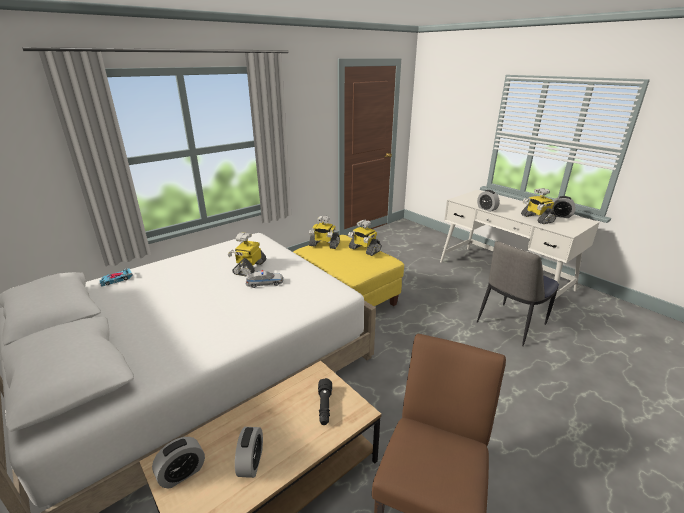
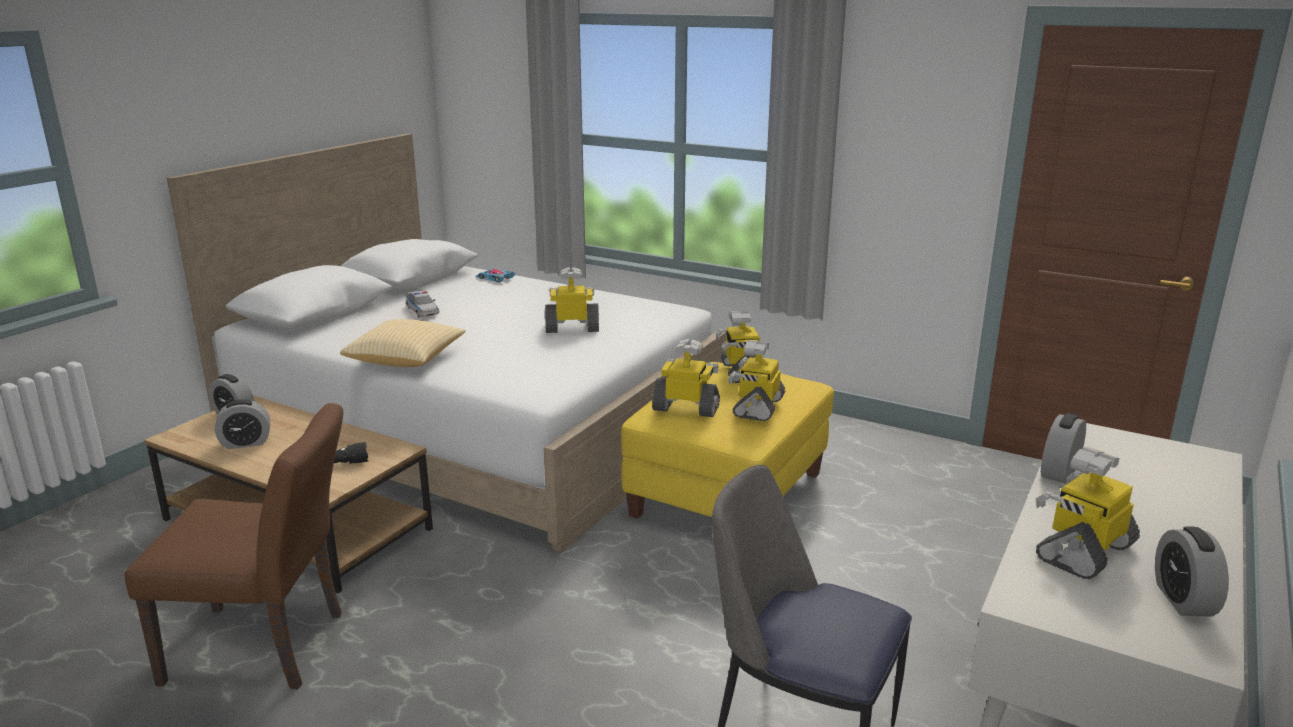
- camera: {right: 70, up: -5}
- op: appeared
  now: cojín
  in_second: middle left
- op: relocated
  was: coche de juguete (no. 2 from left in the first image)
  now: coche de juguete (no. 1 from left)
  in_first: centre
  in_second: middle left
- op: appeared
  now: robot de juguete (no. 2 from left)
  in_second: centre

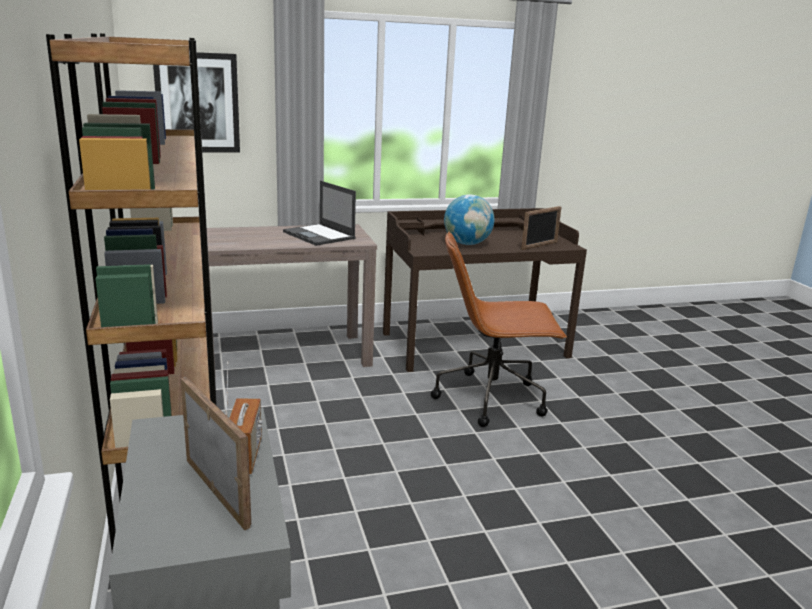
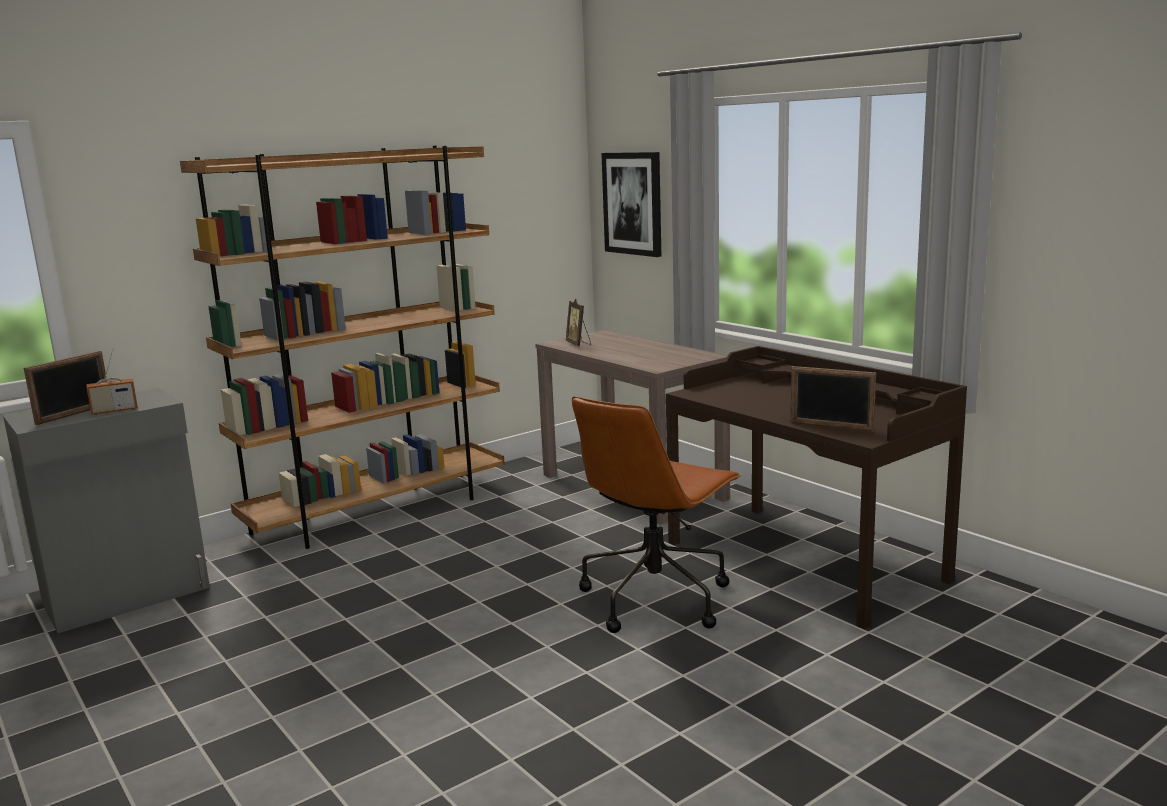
- camera: {right: 70, up: -5}
- op: appeared
  now: portarretratos (no. 2 from left)
  in_second: centre
- op: spun
  was: silla de oficina (marrón)
  in_first: centre
  in_second: centre
  clockwise: -120
- op: missing
  was: portátil
  in_first: centre
- op: missing
  was: globo terráqueo
  in_first: centre

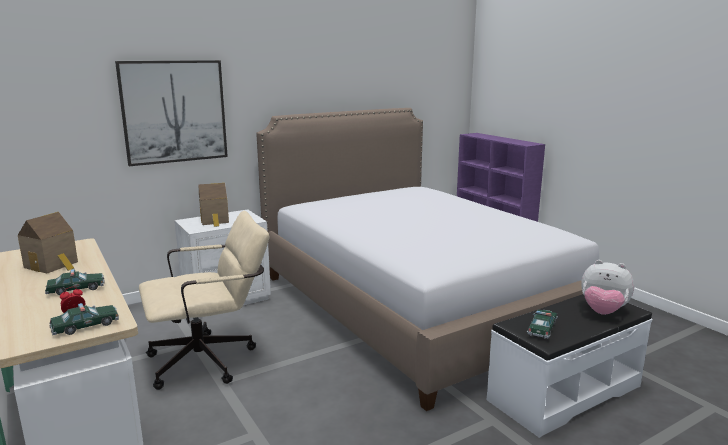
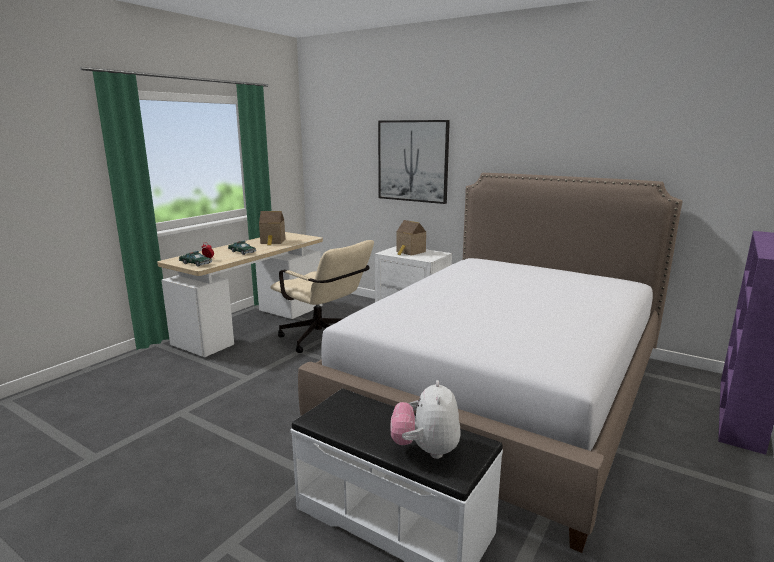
- camera: {right: 65, up: 0}
- op: missing
  was: coche de juguete (no. 3 from left)
  in_first: bottom right

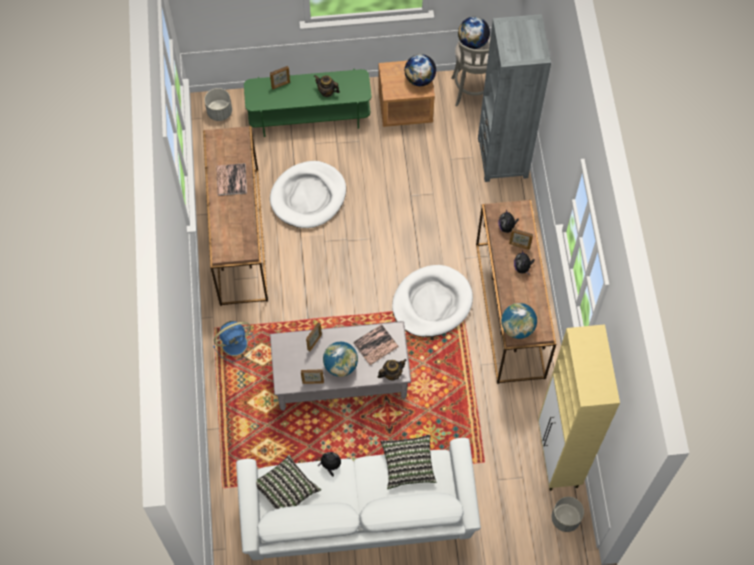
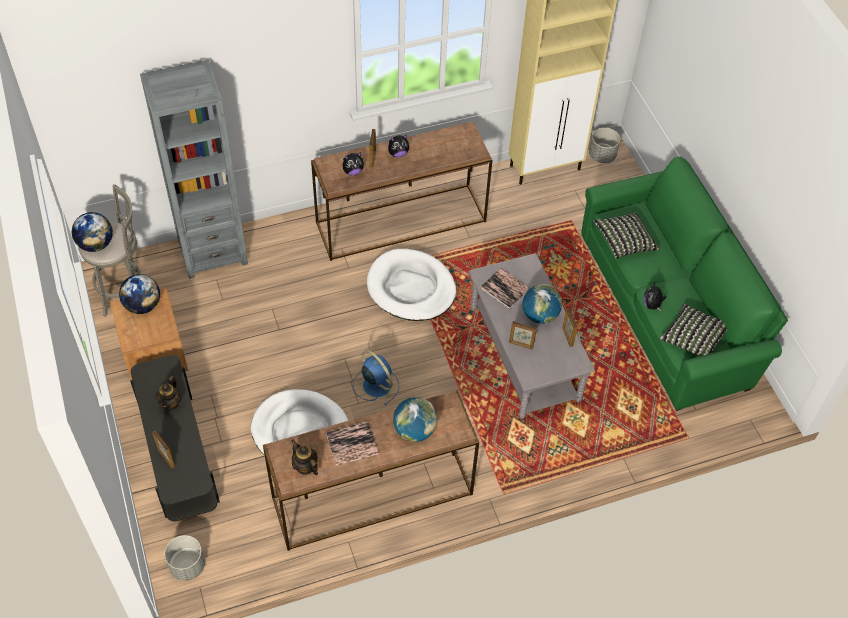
- camera: {right: -105, up: -10}
- op: colour
  was: mueble de televisión (verde)
  now: mueble de televisión (gris)
  in_first: top centre
  in_second: bottom left
- op: relocated
  was: tetera (no. 2 from left)
  in_first: centre
  in_second: bottom centre
- op: relocated
  was: ventilador (azul)
  in_first: middle left
  in_second: centre
- op: relocated
  was: globo terráqueo (no. 4 from left in the first image)
  now: globo terráqueo (no. 3 from left)
  in_first: middle right
  in_second: bottom centre
- op: colour
  was: sofá (blanco)
  now: sofá (verde)
  in_first: bottom centre
  in_second: middle right

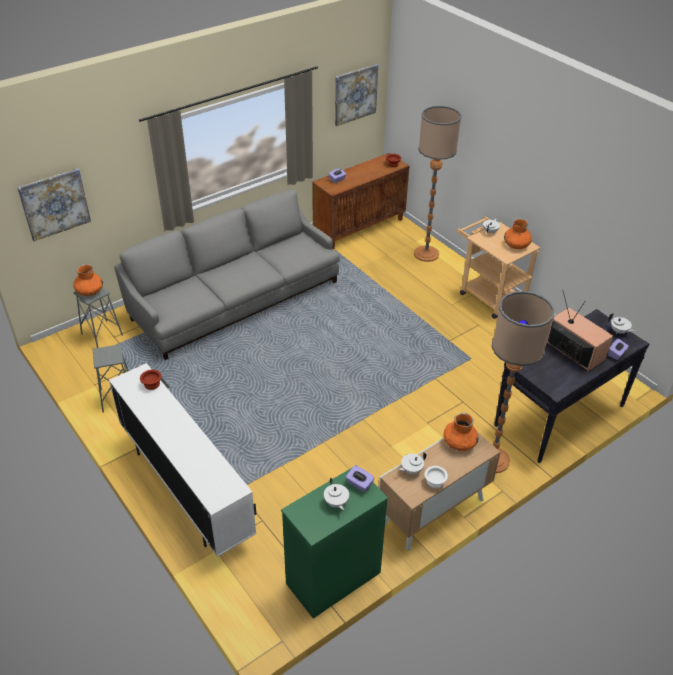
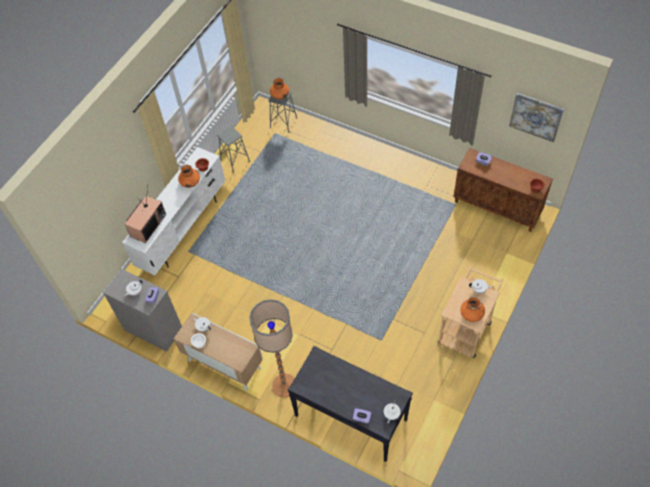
- camera: {right: 70, up: 15}
- op: colour
  was: cómoda (verde)
  now: cómoda (gris)
  in_first: bottom centre
  in_second: middle left
- op: relocated
  was: televisor
  in_first: middle right
  in_second: middle left
- op: relocated
  was: florero (naranja) (no. 2 from left in the first image)
  now: florero (naranja) (no. 1 from left)
  in_first: middle right
  in_second: middle left
- op: missing
  was: cuadro (no. 1 from left)
  in_first: top left
- op: missing
  was: sofá (gris)
  in_first: centre
- op: missing
  was: lámpara de pie (no. 1 from left)
  in_first: top centre

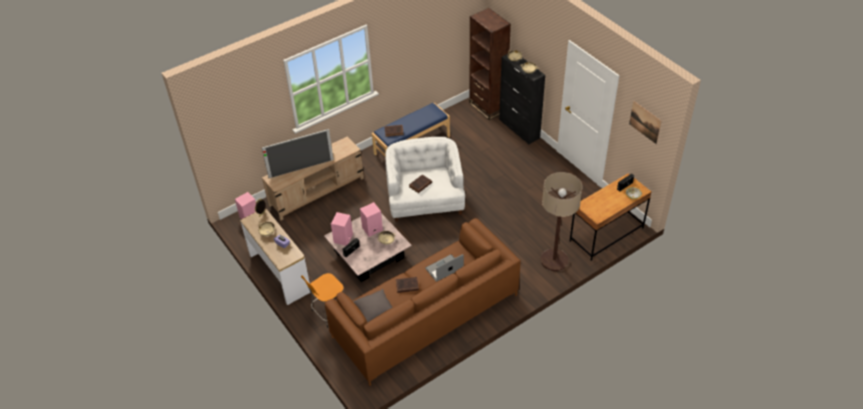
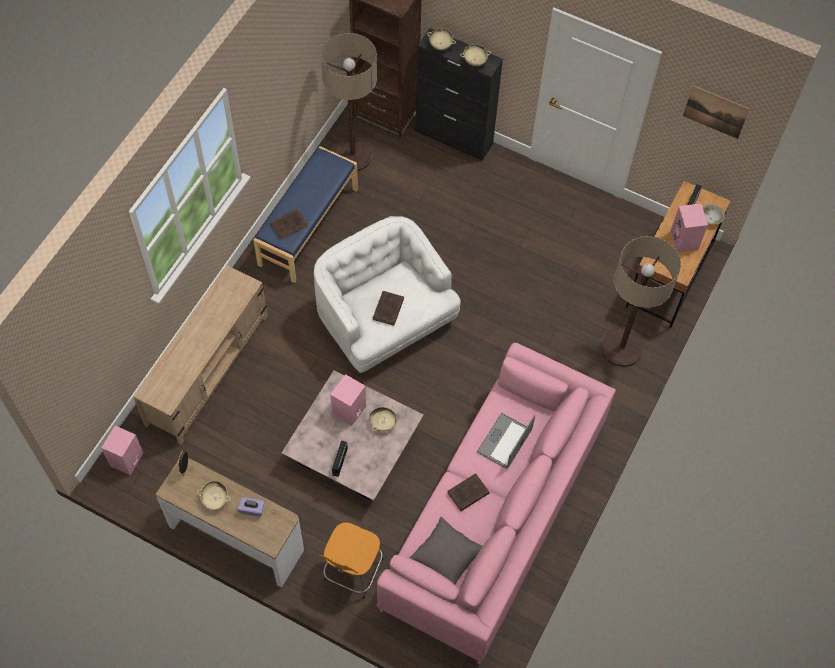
- camera: {right: -30, up: 15}
- op: appeared
  now: lámpara de pie (no. 1 from left)
  in_second: top centre
- op: colour
  was: sofá (marrón)
  now: sofá (rosa)
  in_first: bottom centre
  in_second: bottom centre
- op: relocated
  was: altavoz (rosa) (no. 2 from left in the first image)
  now: altavoz (rosa) (no. 3 from left)
  in_first: centre
  in_second: middle right
- op: missing
  was: televisor
  in_first: centre

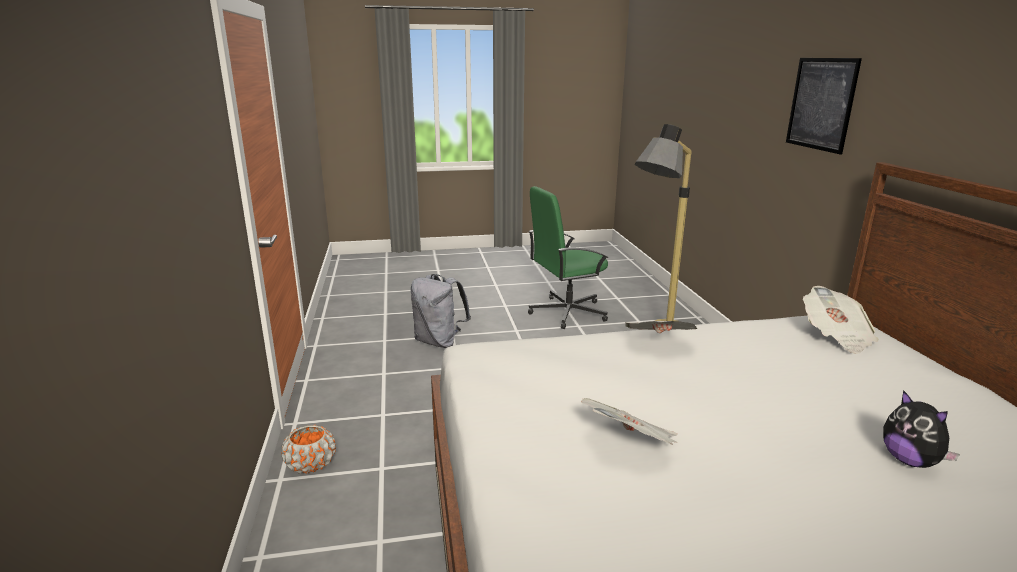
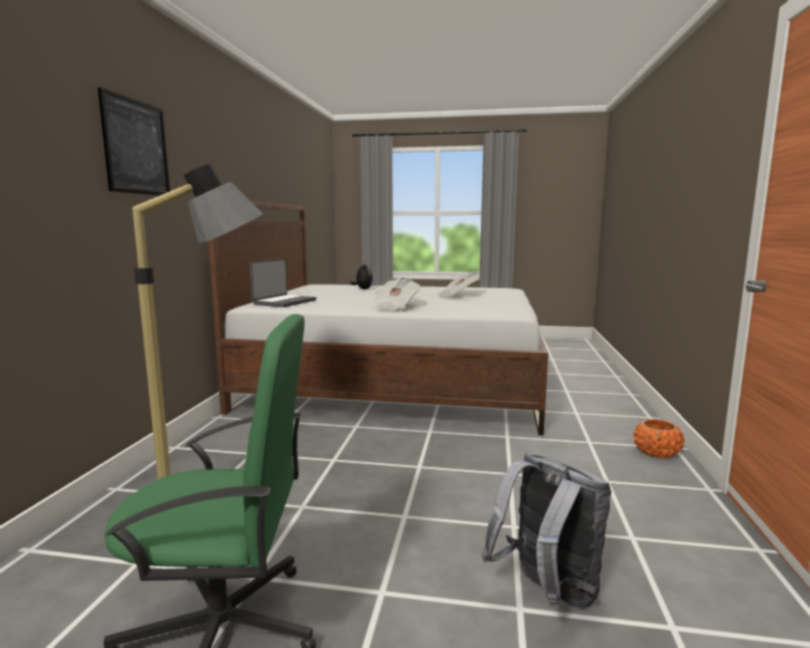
- camera: {right: -160, up: -10}
- op: exchanged
  was: periódico (no. 3 from left)
  now: portátil
  in_first: middle right
  in_second: centre

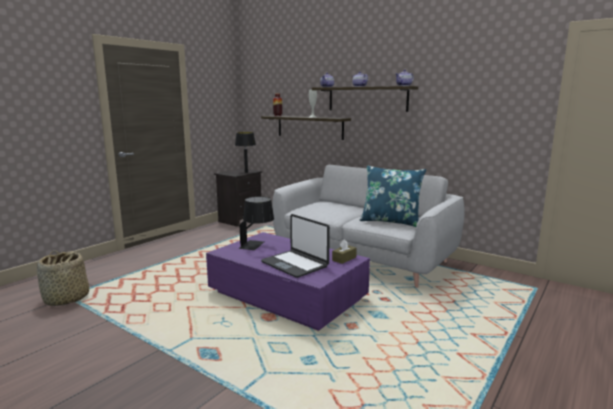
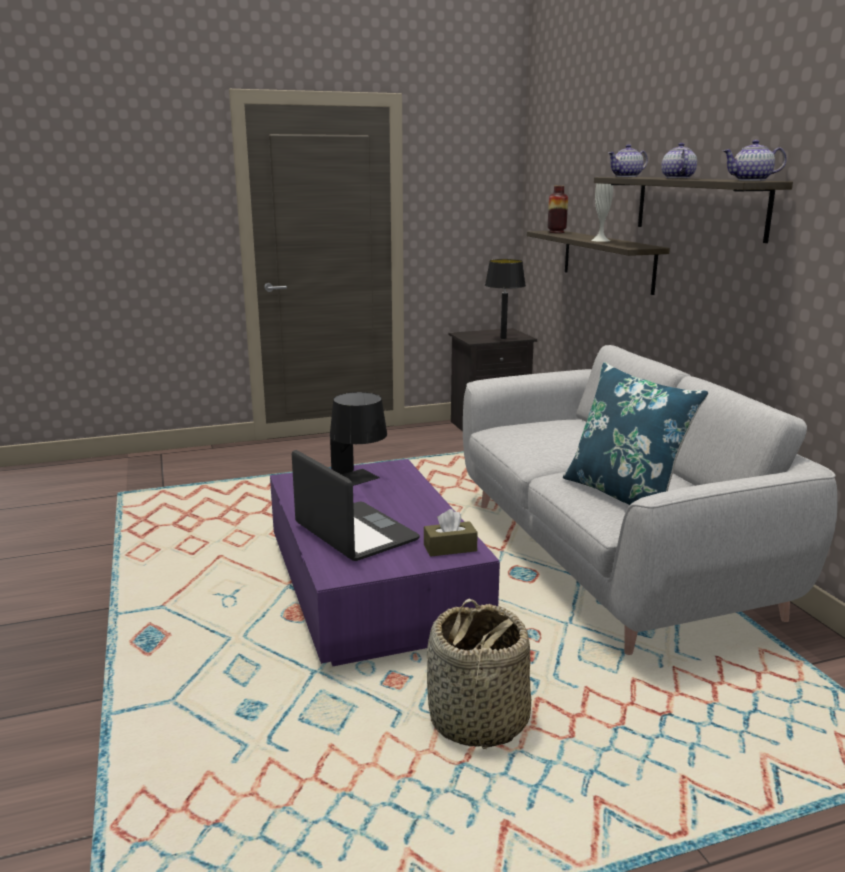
- camera: {right: 35, up: 5}
- op: spun
  was: portátil
  in_first: centre
  in_second: centre
  clockwise: 150
- op: relocated
  was: cesta
  in_first: bottom left
  in_second: bottom centre

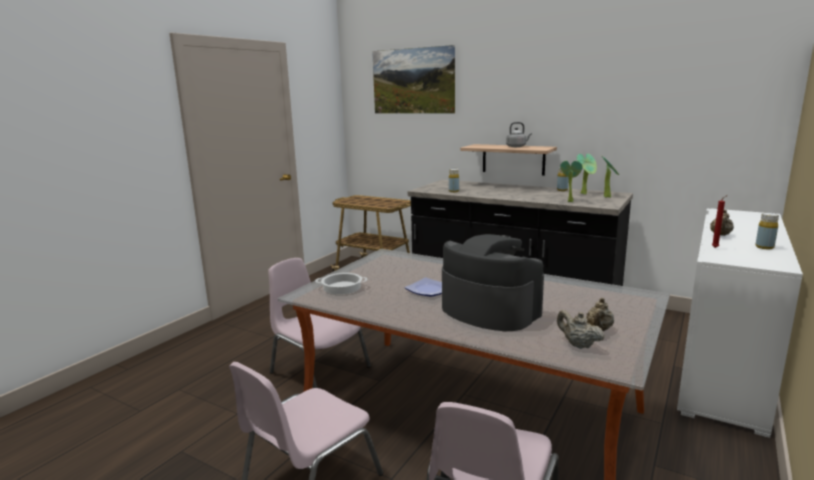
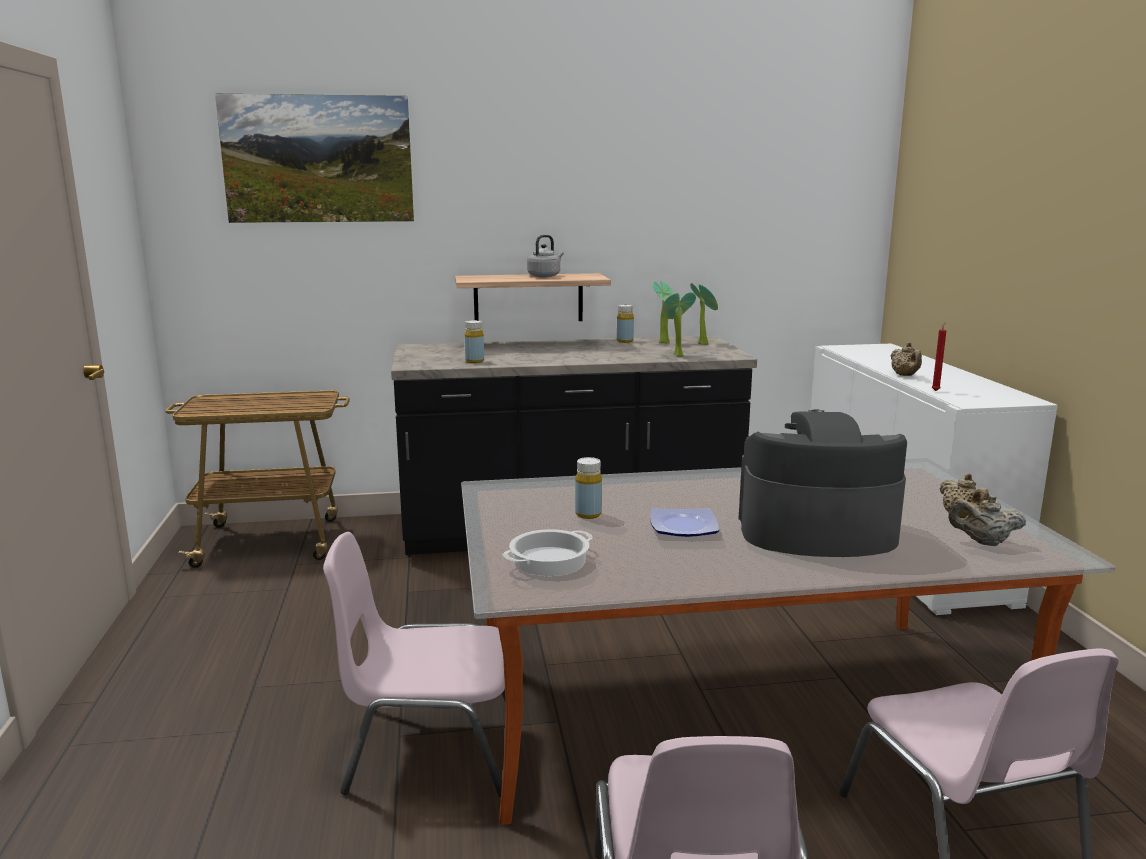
- camera: {right: -40, up: 0}
- op: relocated
  was: botella (amarillo) (no. 3 from left in the first image)
  now: botella (amarillo) (no. 2 from left)
  in_first: middle right
  in_second: centre

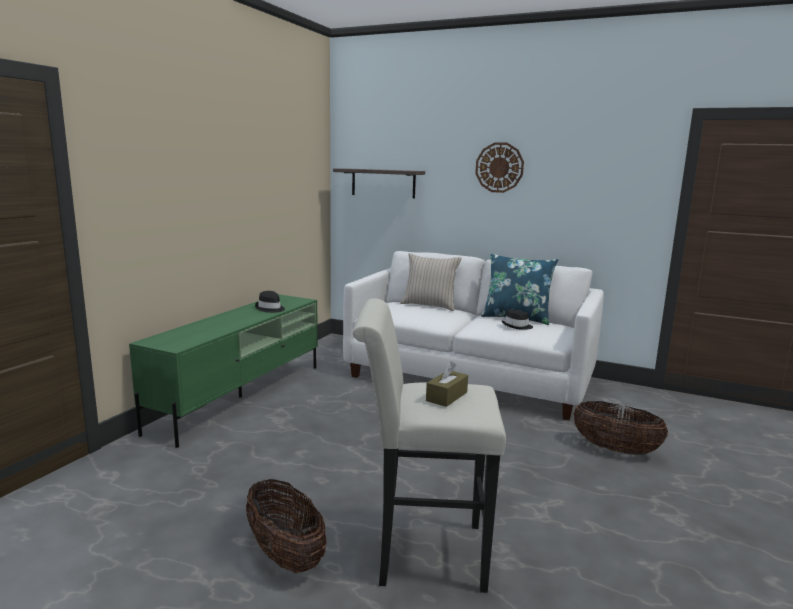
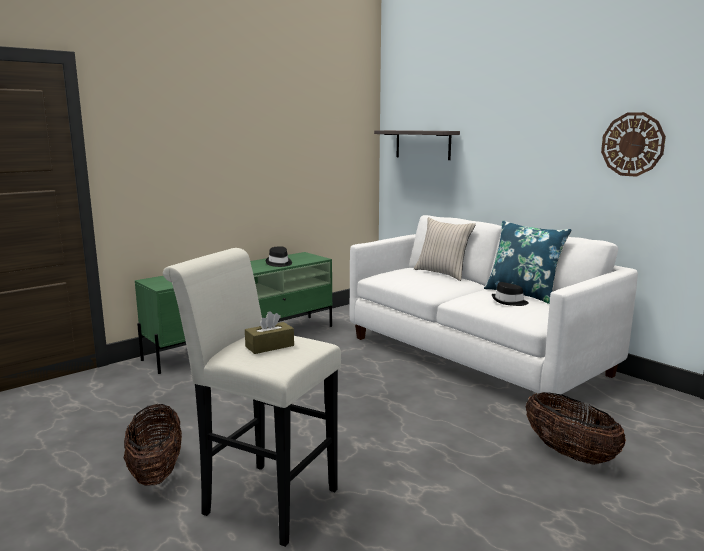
- camera: {right: 25, up: 0}
- op: relocated
  was: reloj de pared
  in_first: top centre
  in_second: top right

